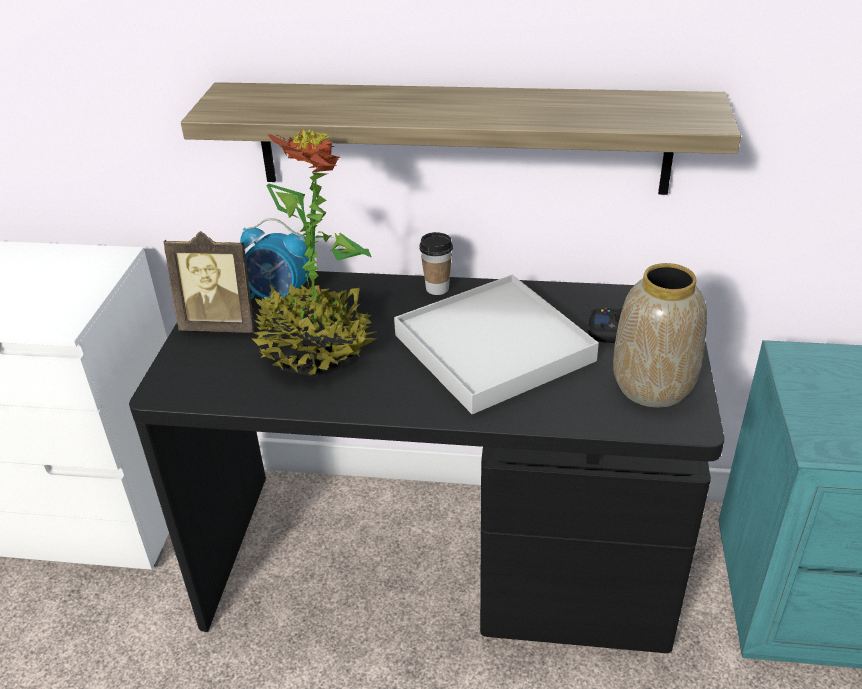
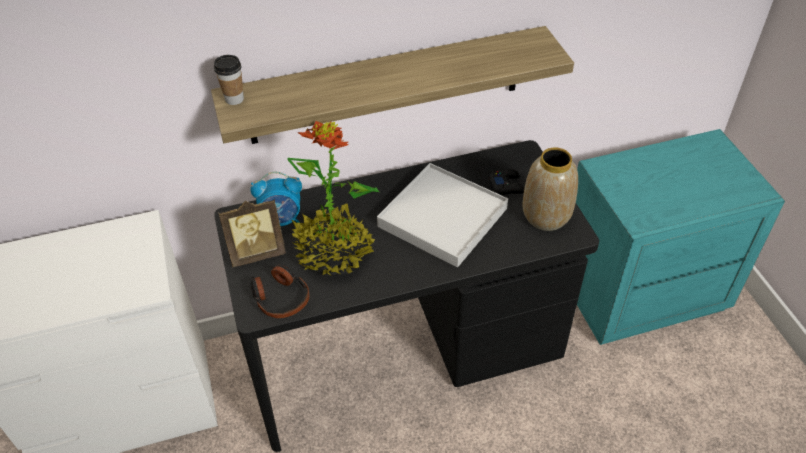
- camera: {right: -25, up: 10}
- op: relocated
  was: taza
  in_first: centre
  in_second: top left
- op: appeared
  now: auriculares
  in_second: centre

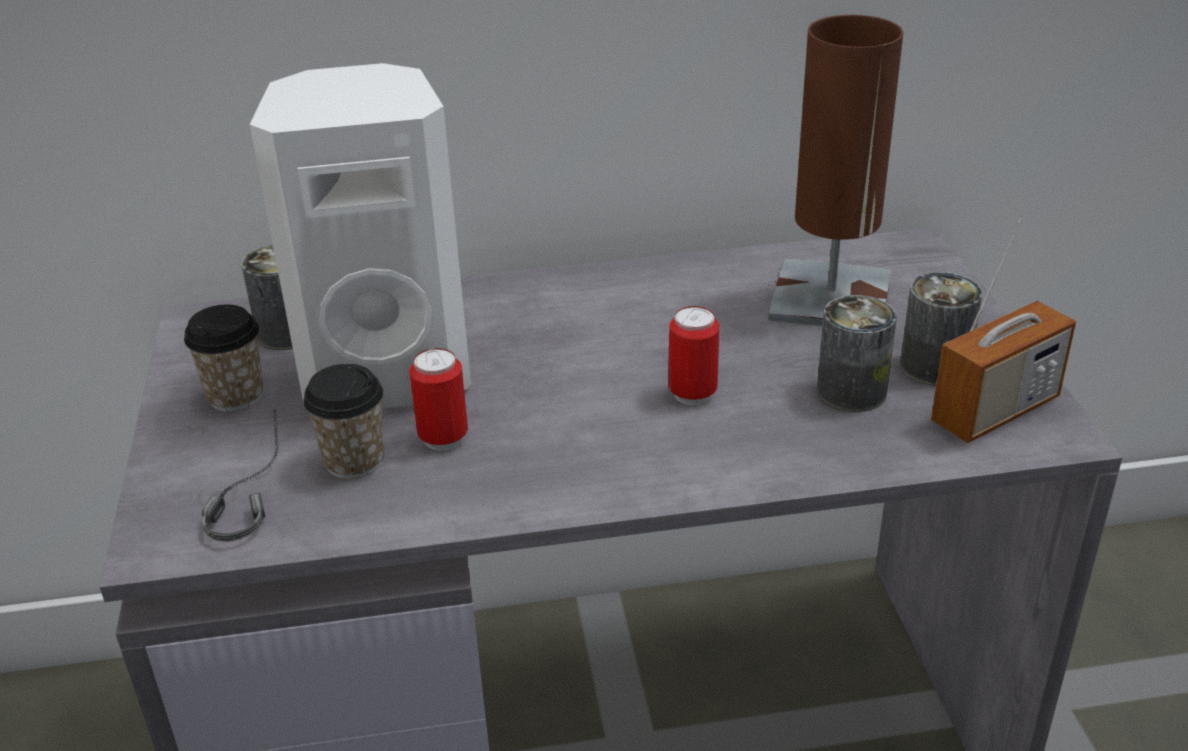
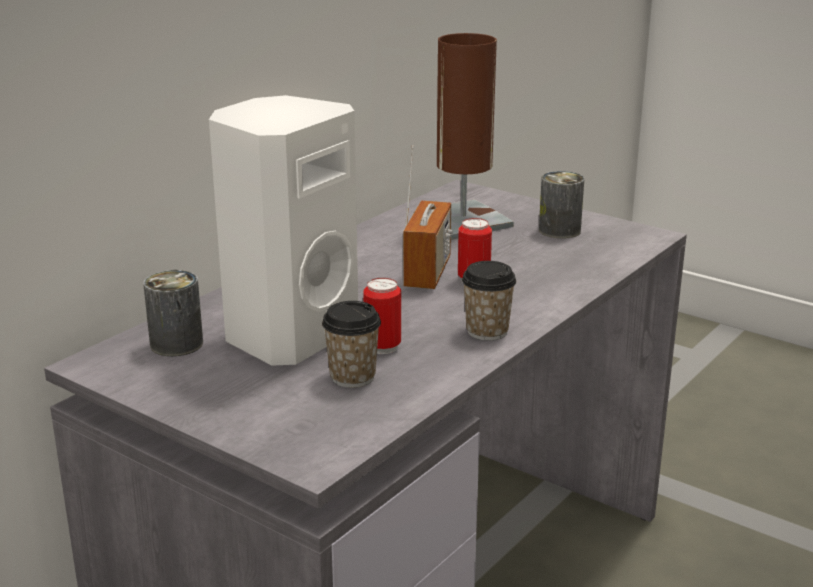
- camera: {right: -45, up: -10}
- op: relocated
  was: radio
  in_first: middle right
  in_second: centre
- op: relocated
  was: taza (no. 1 from left in the first image)
  now: taza (no. 2 from left)
  in_first: middle left
  in_second: centre
- op: missing
  was: auriculares
  in_first: middle left
- op: missing
  was: lata (no. 4 from left)
  in_first: middle right

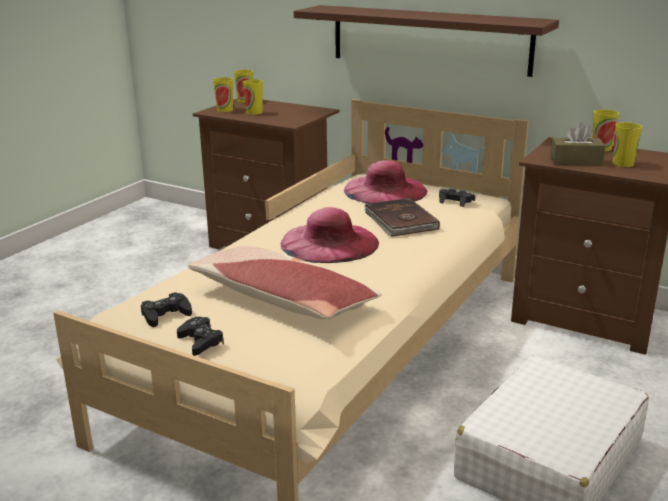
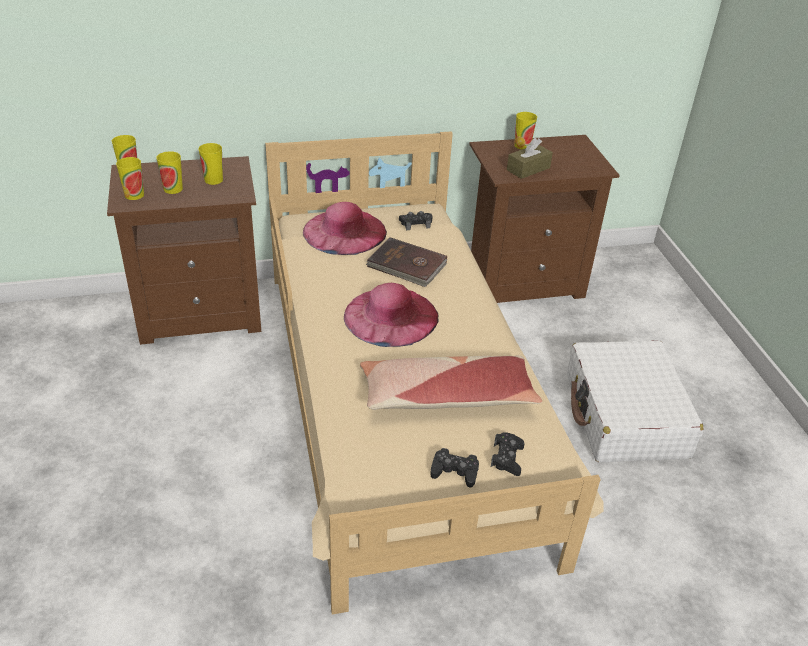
- camera: {right: -45, up: 15}
- op: relocated
  was: taza (no. 5 from left in the first image)
  now: taza (no. 4 from left)
  in_first: top right
  in_second: top left
- op: relocated
  was: mando de consola (negro) (no. 1 from left in the first image)
  now: mando de consola (negro) (no. 3 from left)
  in_first: middle left
  in_second: bottom centre
- op: missing
  was: estante (marrón)
  in_first: top centre

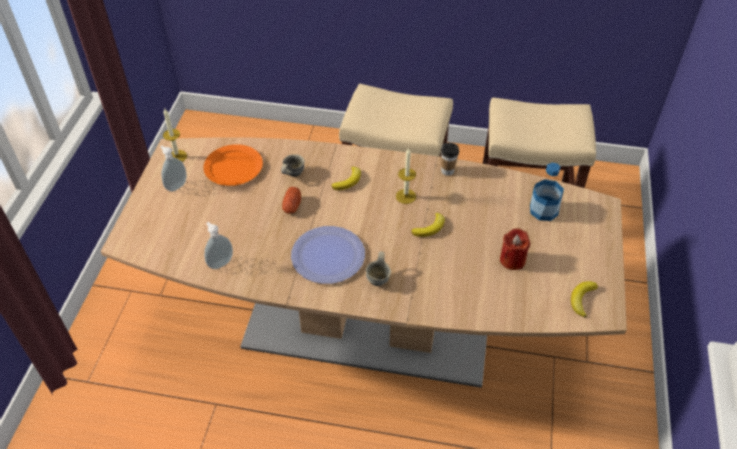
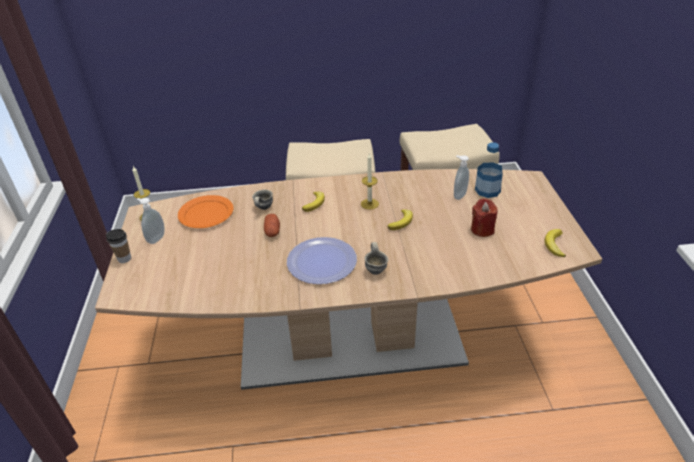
- camera: {right: -15, up: -10}
- op: relocated
  was: taza
  in_first: centre
  in_second: middle left
- op: relocated
  was: dispensador de jabón (no. 2 from left)
  in_first: middle left
  in_second: centre

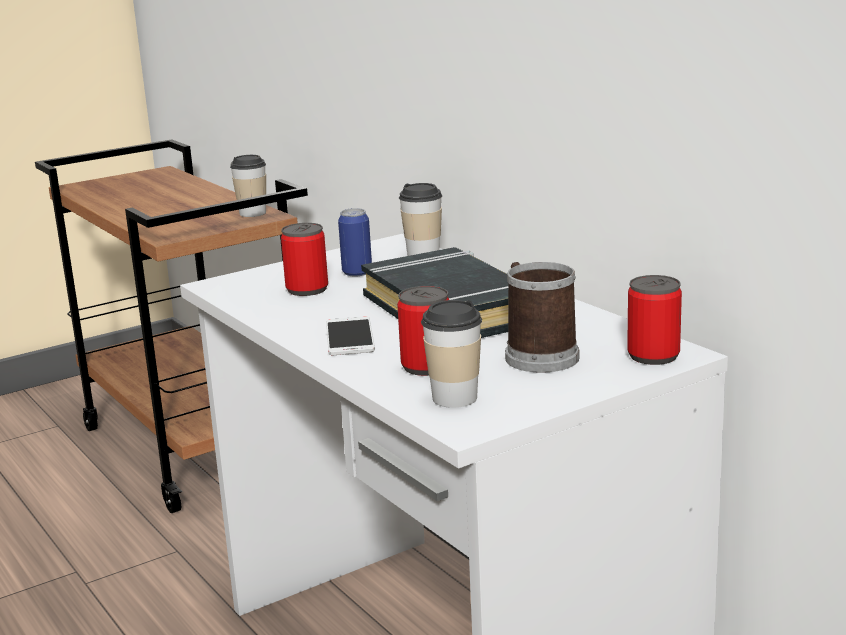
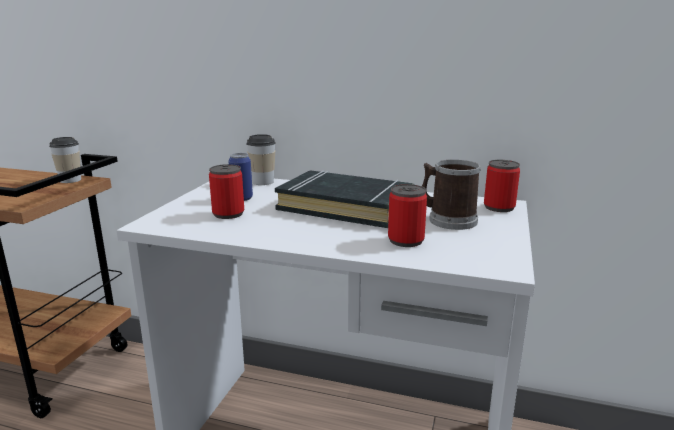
- camera: {right: -40, up: 0}
- op: missing
  was: móvil
  in_first: centre
- op: missing
  was: taza (no. 3 from left)
  in_first: centre

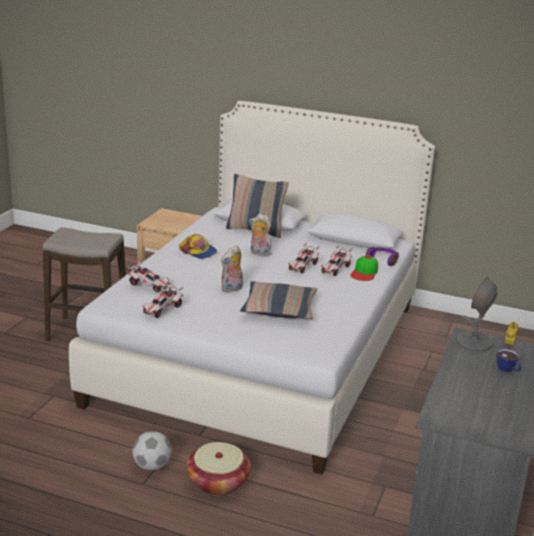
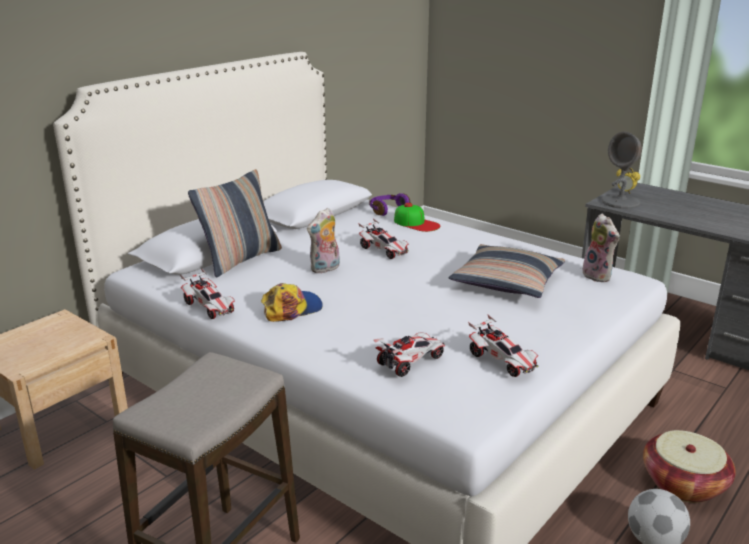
- camera: {right: -70, up: 0}
- op: relocated
  was: coche de juguete (no. 4 from left in the first image)
  now: coche de juguete (no. 1 from left)
  in_first: centre
  in_second: middle left
- op: relocated
  was: peluche (no. 1 from left in the first image)
  now: peluche (no. 2 from left)
  in_first: centre
  in_second: middle right
- op: missing
  was: taza
  in_first: bottom right

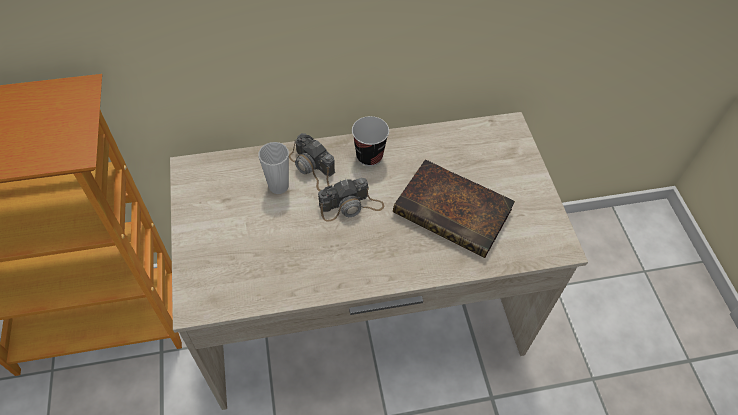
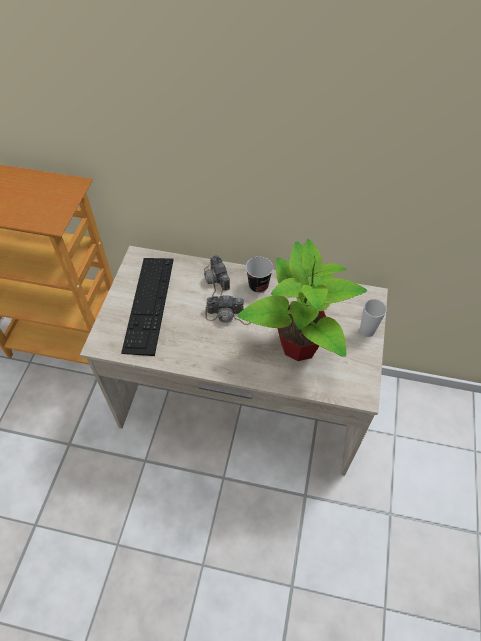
- camera: {right: 25, up: 0}
- op: appeared
  now: teclado
  in_second: middle left
- op: exchanged
  was: libro
  now: planta en maceta
  in_first: centre
  in_second: centre
- op: relocated
  was: taza (no. 1 from left in the first image)
  now: taza (no. 2 from left)
  in_first: centre
  in_second: middle right

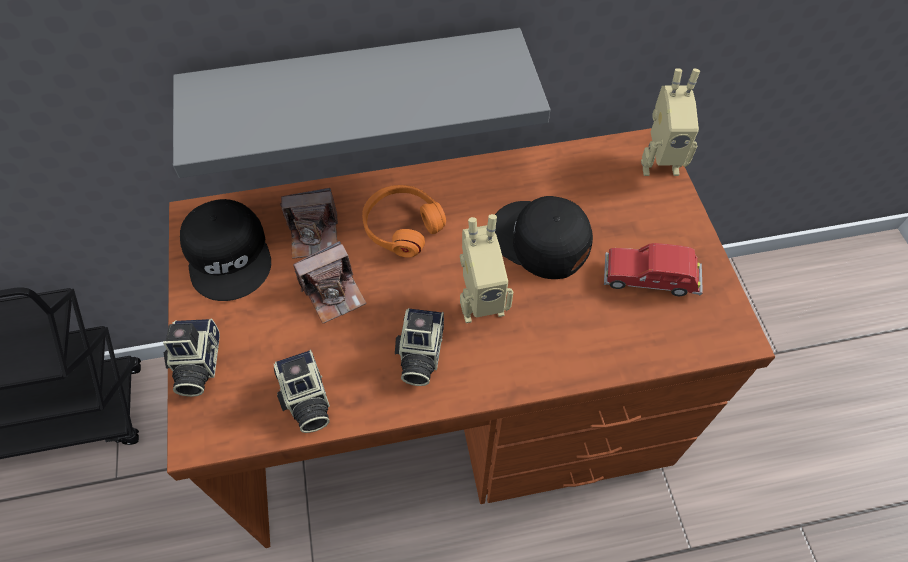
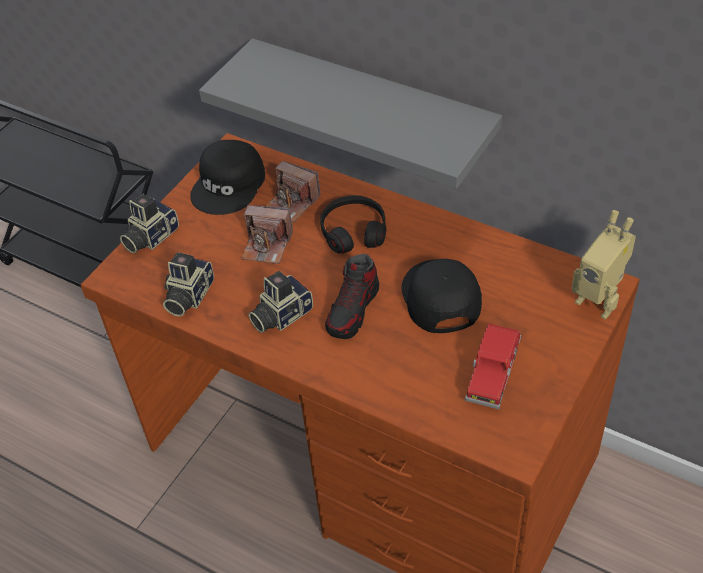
- camera: {right: 45, up: -10}
- op: colour
  was: auriculares (naranja)
  now: auriculares (negro)
  in_first: centre
  in_second: centre
- op: exchanged
  was: robot de juguete (no. 1 from left)
  now: zapato
  in_first: centre
  in_second: centre
- op: spun
  was: coche de juguete (rojo)
  in_first: middle right
  in_second: middle right
  clockwise: -120

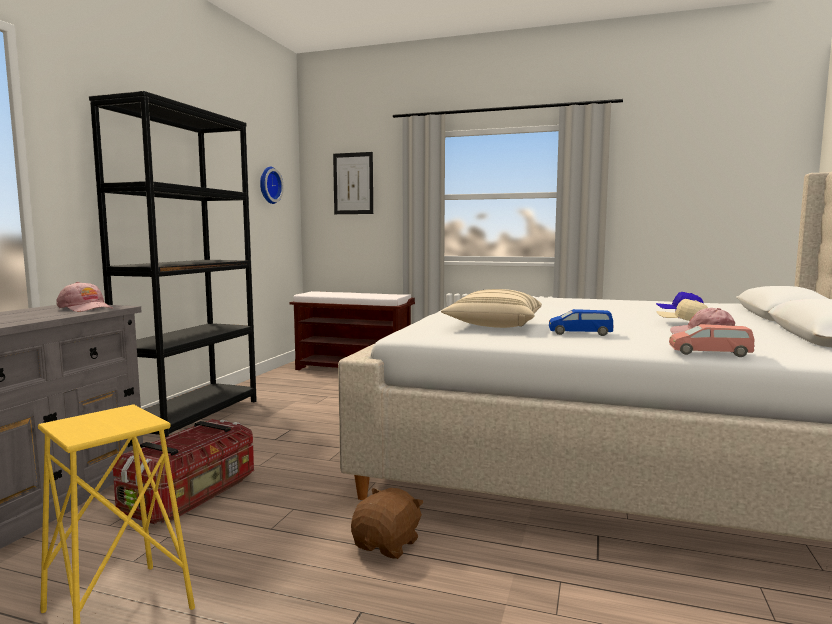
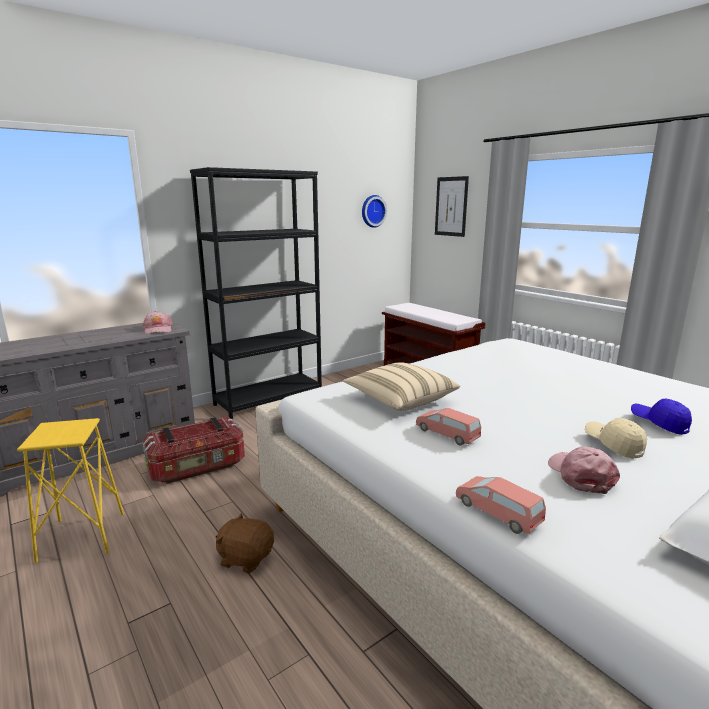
- camera: {right: 35, up: 10}
- op: spun
  was: peluche (marrón)
  in_first: bottom centre
  in_second: bottom centre
  clockwise: -135
- op: colour
  was: coche de juguete (azul)
  now: coche de juguete (rosa) (no. 1 from left)
  in_first: middle right
  in_second: centre

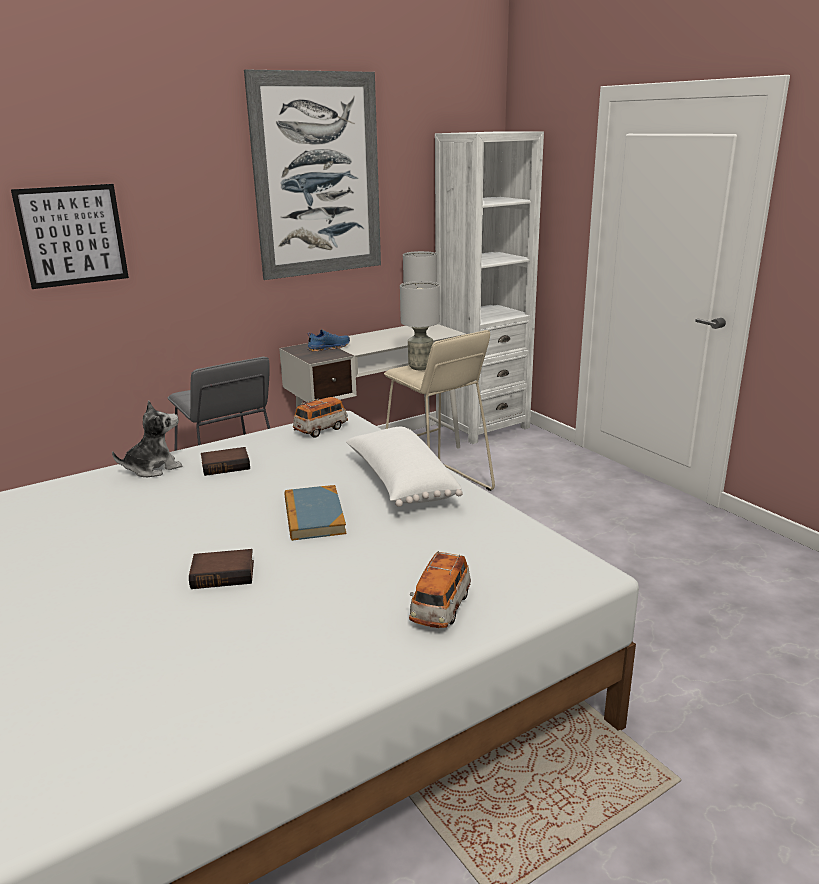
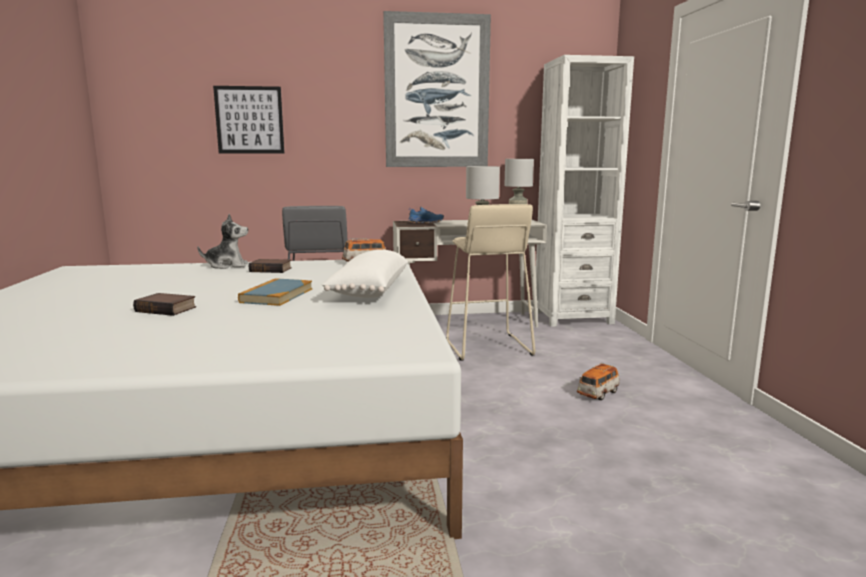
- camera: {right: 25, up: -10}
- op: relocated
  was: coche de juguete (no. 2 from left)
  in_first: centre
  in_second: middle right

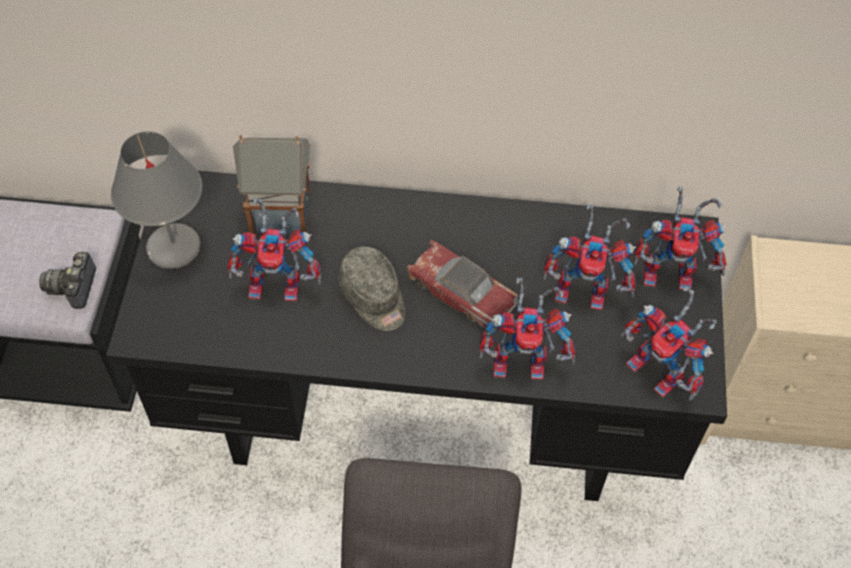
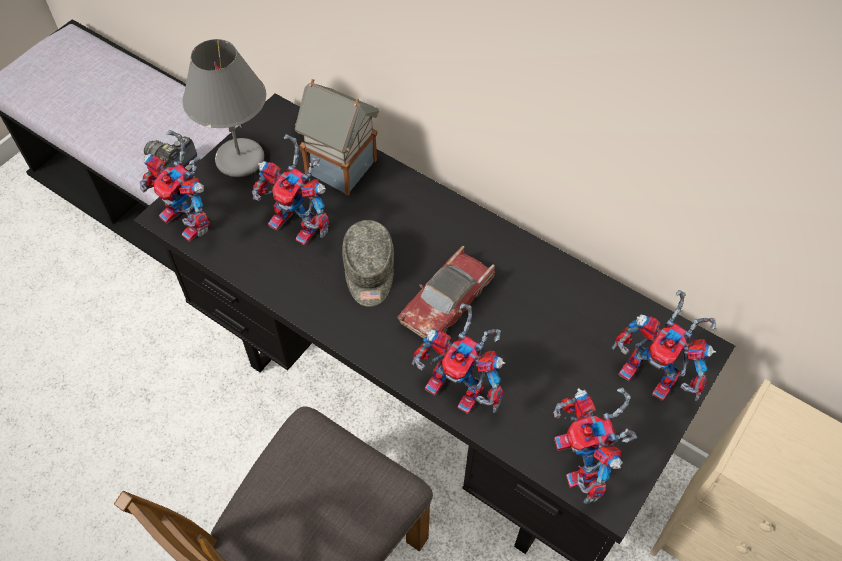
- camera: {right: 30, up: 0}
- op: relocated
  was: robot de juguete (no. 3 from left in the first image)
  now: robot de juguete (no. 1 from left)
  in_first: middle right
  in_second: top left
- op: spun
  was: coche de juguete
  in_first: centre
  in_second: centre
  clockwise: -120

